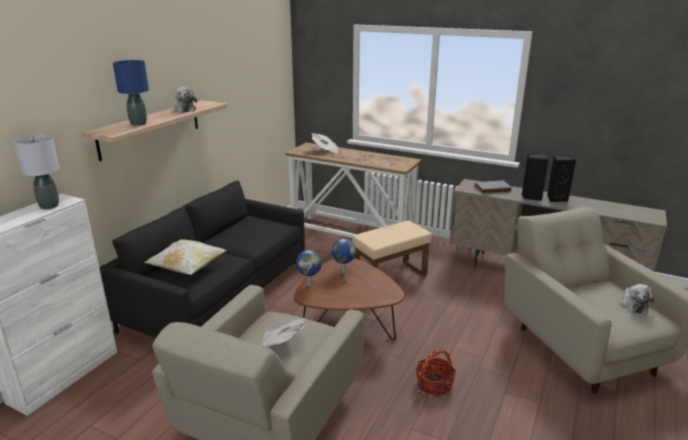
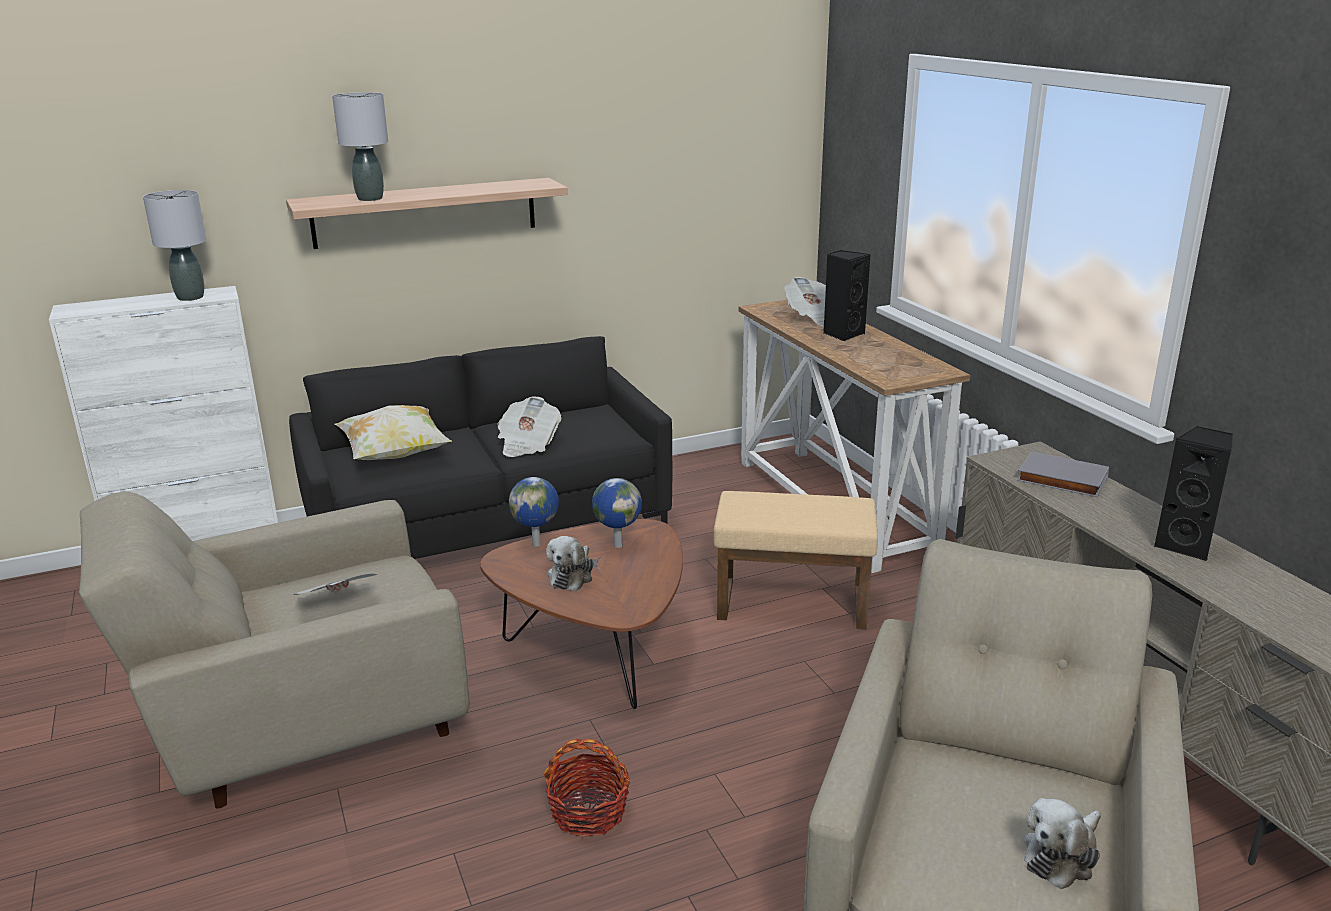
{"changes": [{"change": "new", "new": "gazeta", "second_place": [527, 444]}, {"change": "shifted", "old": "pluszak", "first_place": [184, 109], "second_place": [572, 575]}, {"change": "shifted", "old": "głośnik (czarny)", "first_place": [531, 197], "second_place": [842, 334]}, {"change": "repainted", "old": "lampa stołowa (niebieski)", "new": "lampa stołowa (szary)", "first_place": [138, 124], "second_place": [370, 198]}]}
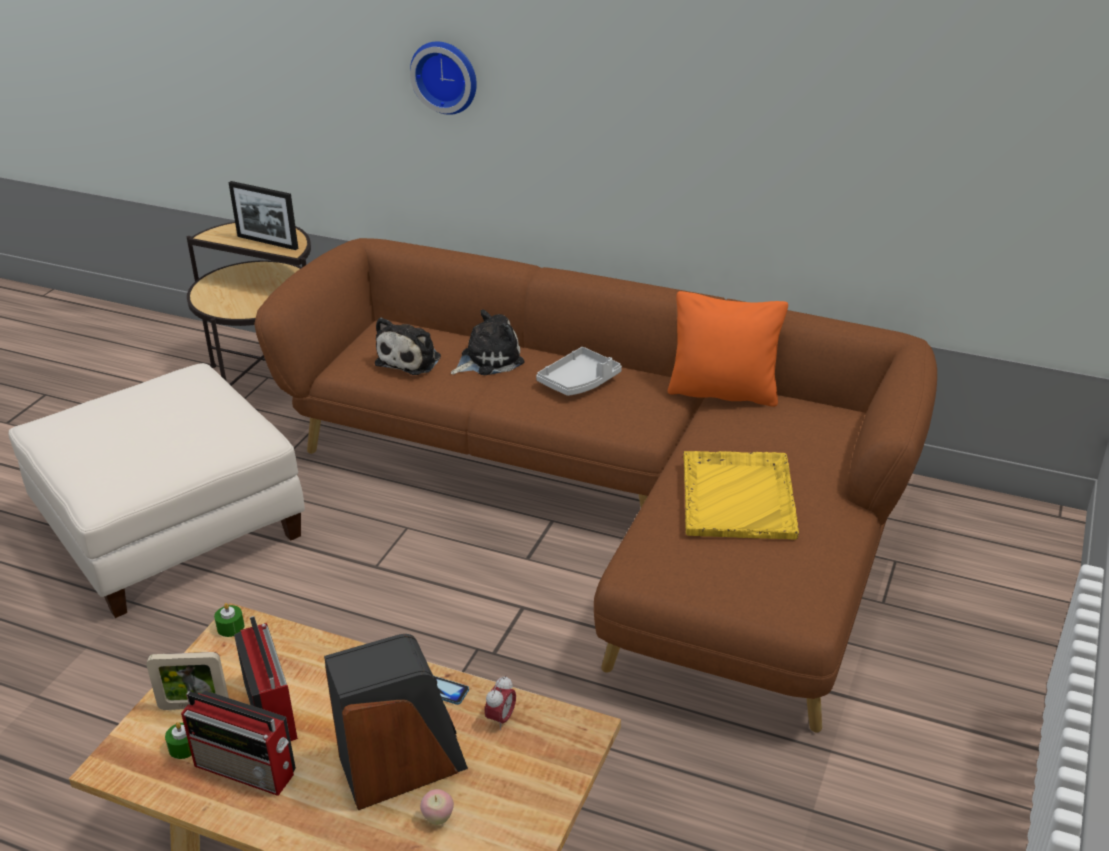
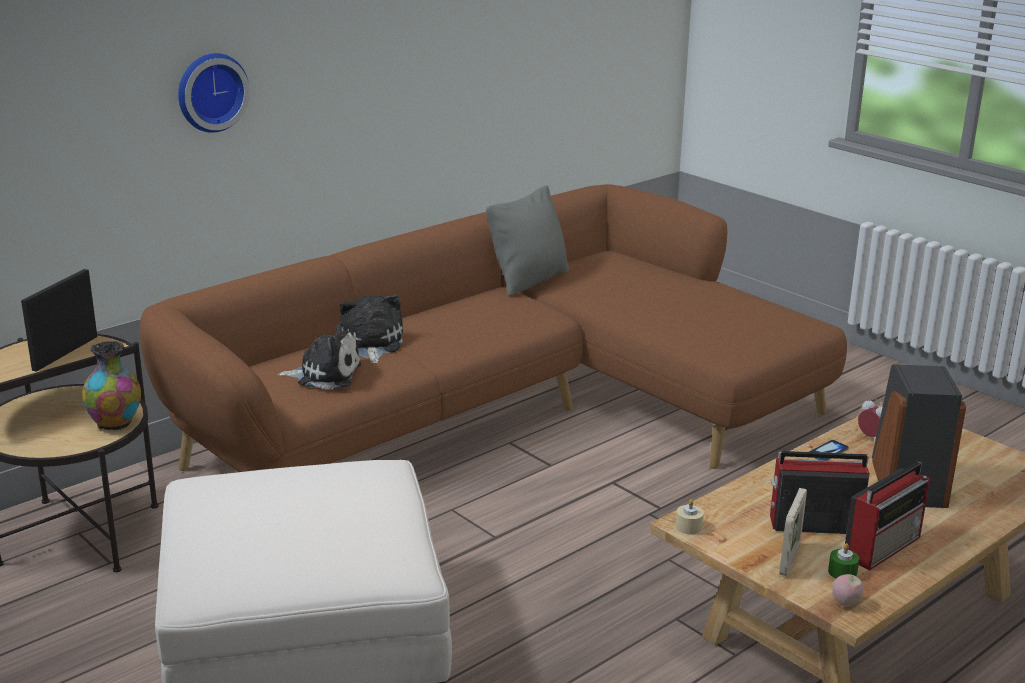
{"changes": [{"change": "gone", "old": "taca (szary)", "first_place": [579, 382]}, {"change": "gone", "old": "taca (żółty)", "first_place": [738, 496]}, {"change": "new", "new": "wazon", "second_place": [116, 424]}, {"change": "shifted", "old": "jabłko", "first_place": [438, 818], "second_place": [845, 603]}, {"change": "repainted", "old": "świeca (zielony)", "new": "świeca (beżowy)", "first_place": [230, 627], "second_place": [689, 527]}, {"change": "repainted", "old": "poduszka (pomarańczowy)", "new": "poduszka (szary)", "first_place": [723, 392], "second_place": [529, 281]}, {"change": "rotated", "old": "ramka na zdjęcie", "first_place": [267, 242], "second_place": [65, 353], "degrees": 150}, {"change": "rotated", "old": "pluszak", "first_place": [411, 359], "second_place": [325, 374], "degrees": -45}]}
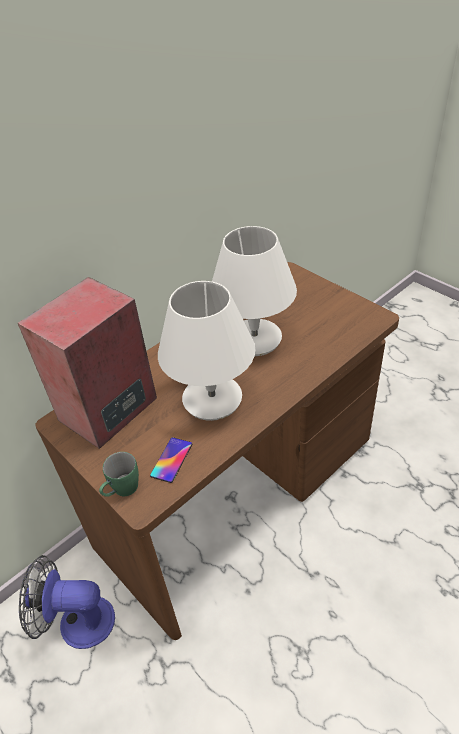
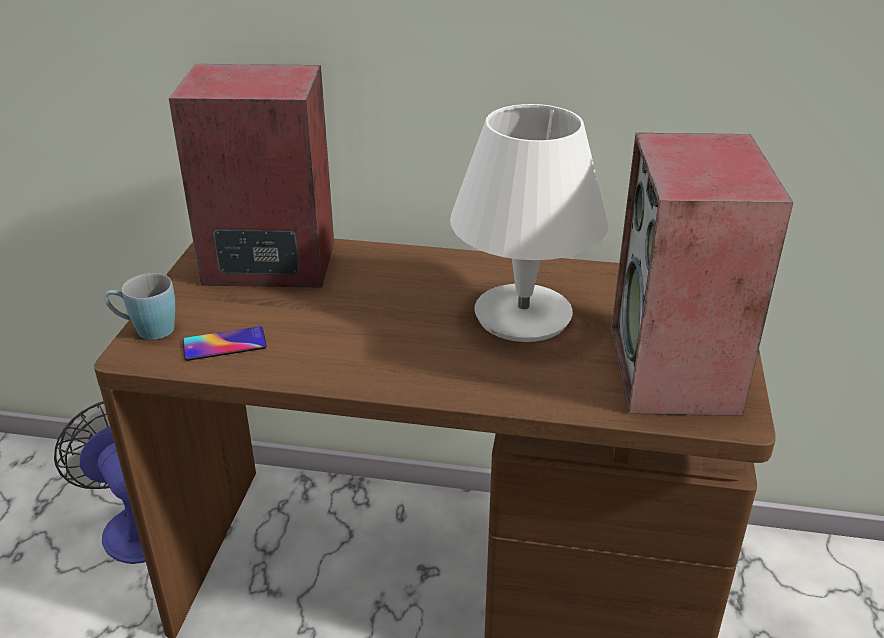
{"changes": [{"change": "gone", "old": "lampa stołowa (biały)", "first_place": [211, 398]}, {"change": "new", "new": "głośnik", "second_place": [675, 371]}, {"change": "repainted", "old": "kubek (zielony)", "new": "kubek (niebieski)", "first_place": [122, 491], "second_place": [146, 330]}]}
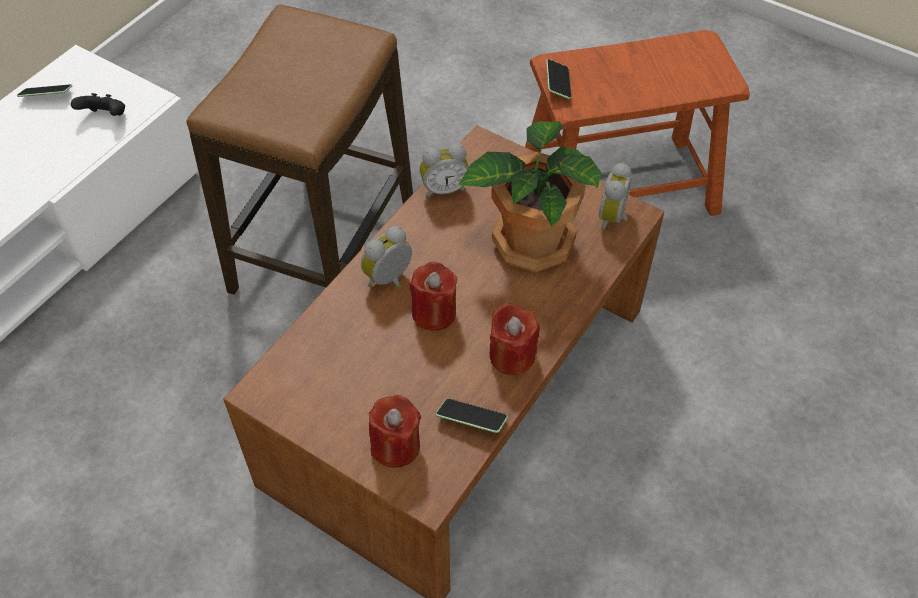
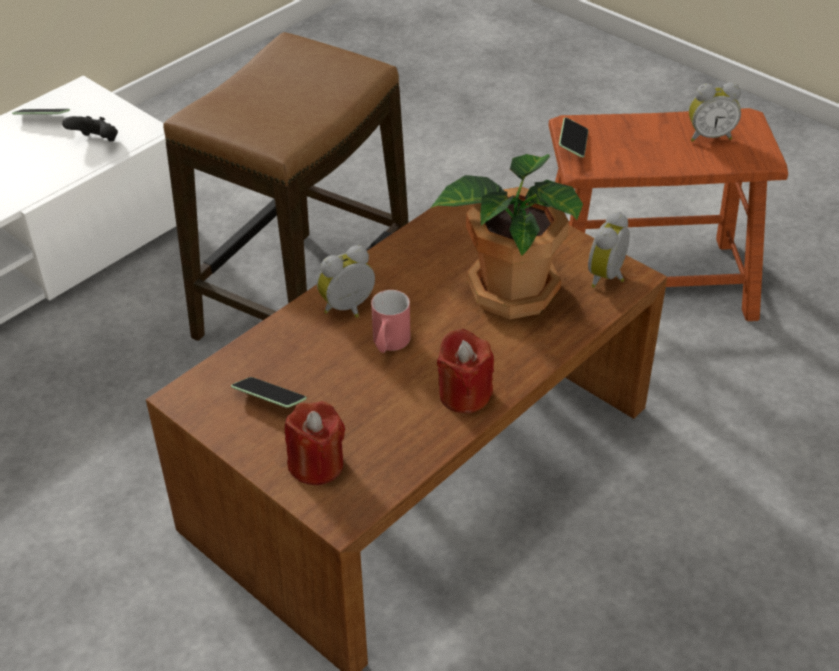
{"changes": [{"change": "shifted", "old": "budzik", "first_place": [444, 189], "second_place": [709, 136]}, {"change": "shifted", "old": "telefon", "first_place": [471, 420], "second_place": [269, 399]}, {"change": "swapped", "old": "świeca (czerwony)", "new": "kubek (czerwony)", "first_place": [434, 313], "second_place": [389, 345]}]}
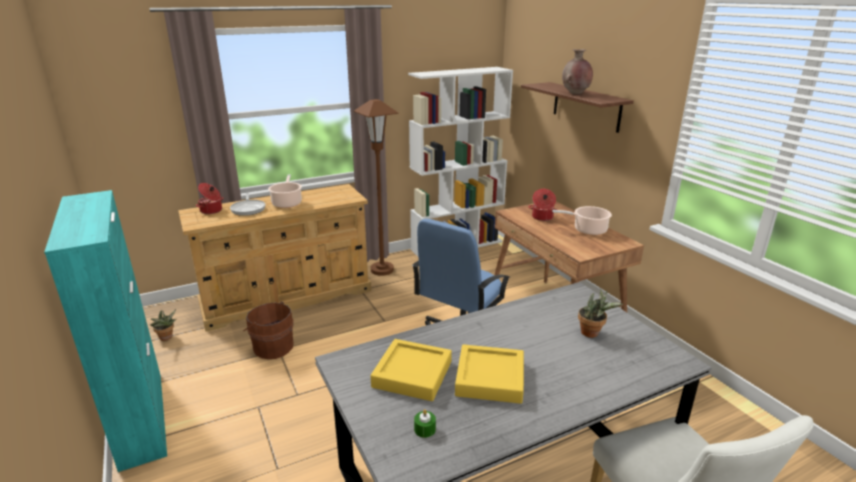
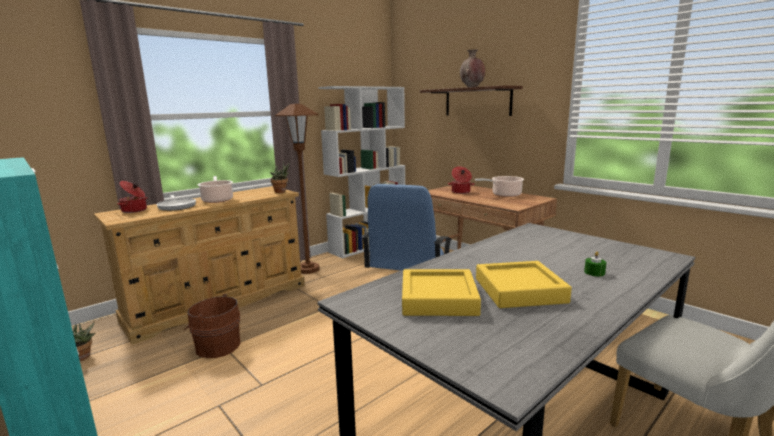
{"changes": [{"change": "shifted", "old": "świeca (zielony)", "first_place": [425, 429], "second_place": [594, 272]}, {"change": "shifted", "old": "roślina doniczkowa", "first_place": [592, 333], "second_place": [281, 192]}]}
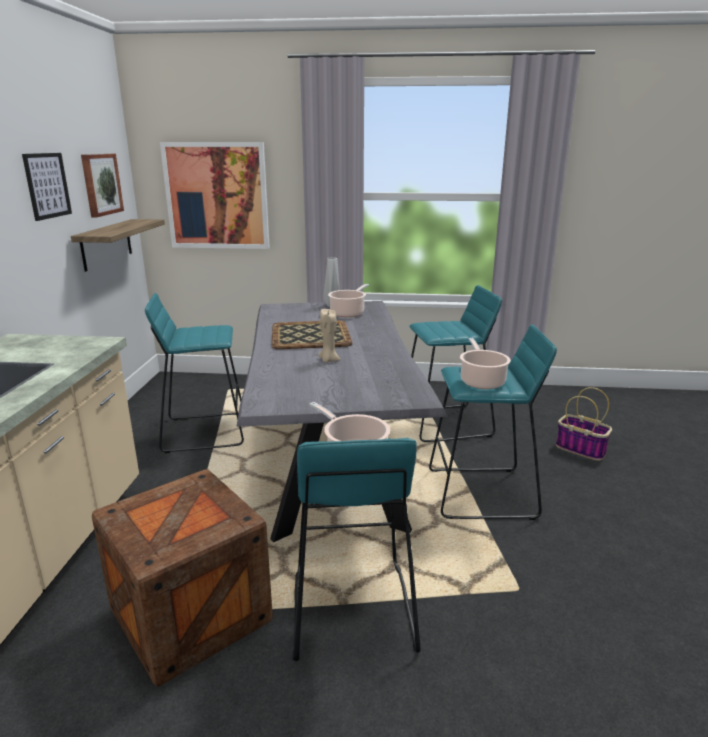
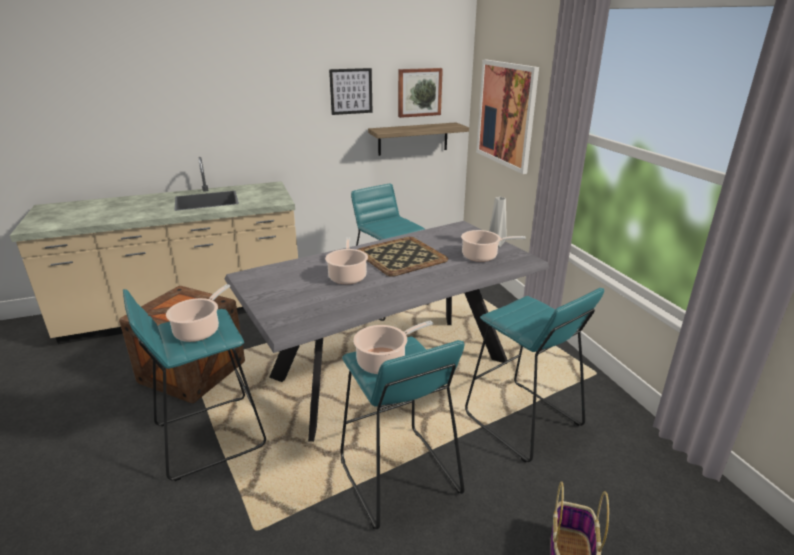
{"changes": [{"change": "swapped", "old": "świeca (beżowy)", "new": "garnek", "first_place": [328, 360], "second_place": [347, 276]}]}
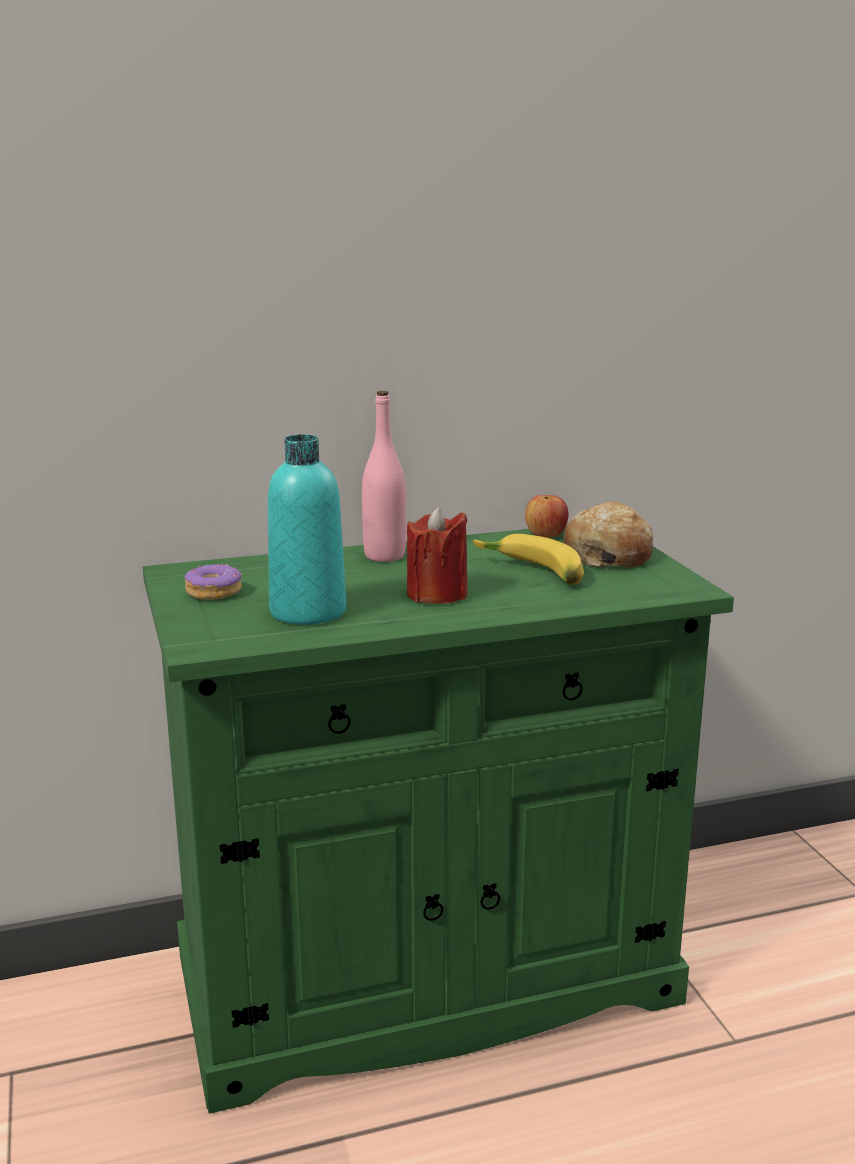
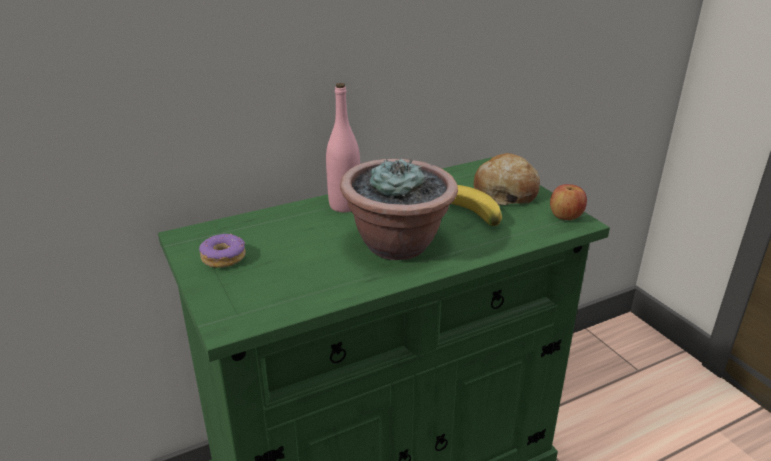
{"changes": [{"change": "gone", "old": "butelka (turkusowy)", "first_place": [308, 612]}, {"change": "shifted", "old": "jabłko", "first_place": [546, 535], "second_place": [565, 217]}, {"change": "swapped", "old": "świeca (czerwony)", "new": "roślina doniczkowa", "first_place": [437, 594], "second_place": [398, 244]}]}
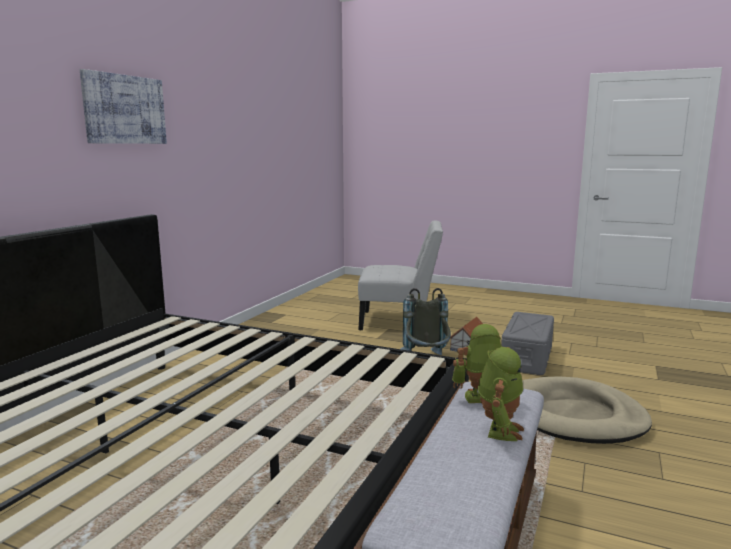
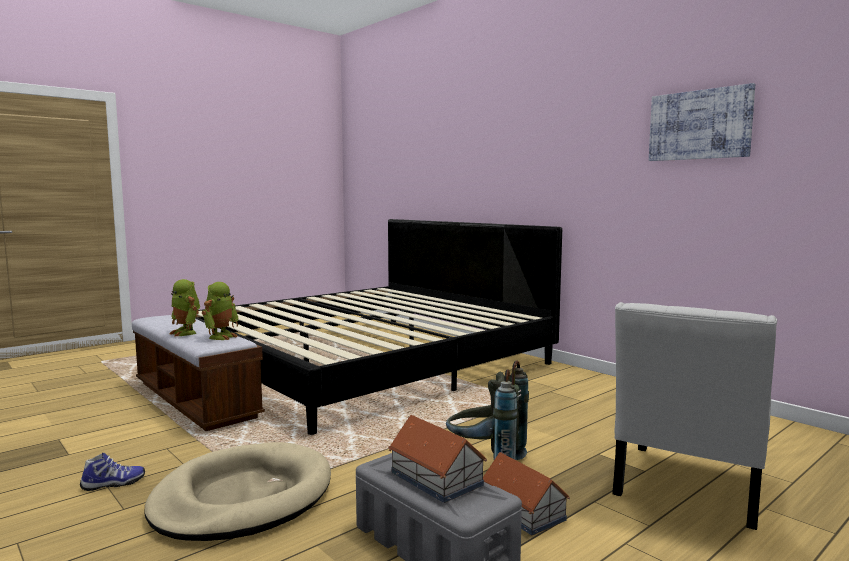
{"changes": [{"change": "new", "new": "but", "second_place": [113, 484]}, {"change": "new", "new": "domek", "second_place": [436, 479]}, {"change": "shifted", "old": "obraz", "first_place": [125, 109], "second_place": [699, 125]}]}
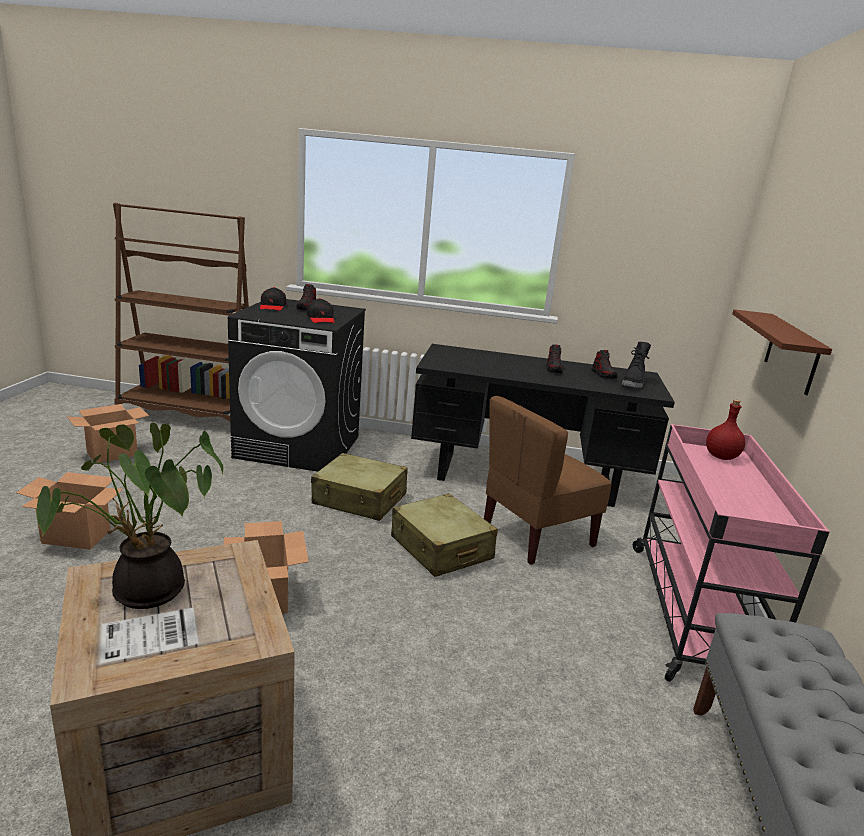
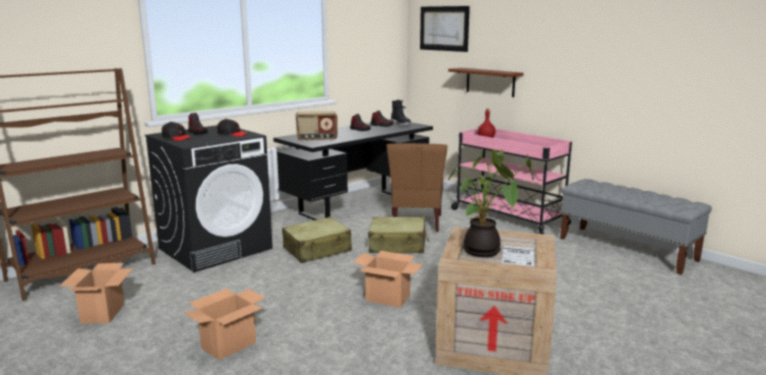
{"changes": [{"change": "new", "new": "radio", "second_place": [317, 140]}, {"change": "new", "new": "obraz", "second_place": [444, 28]}]}
